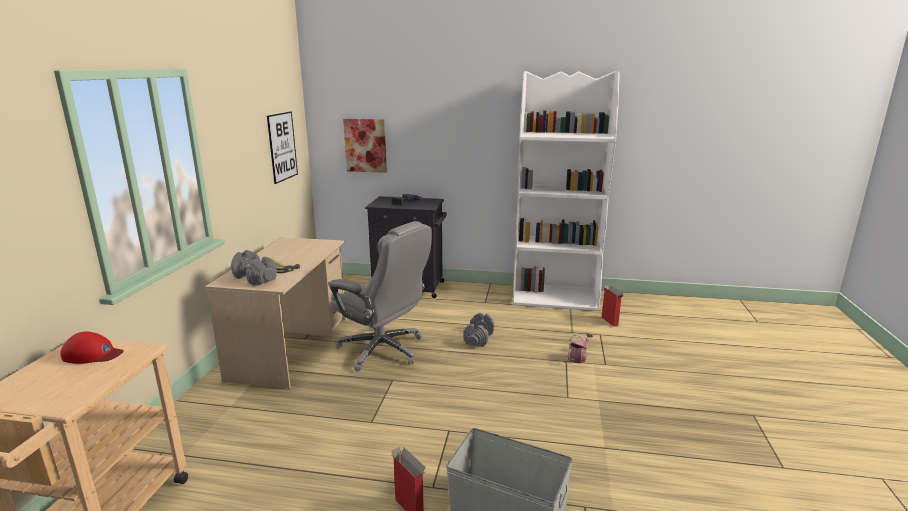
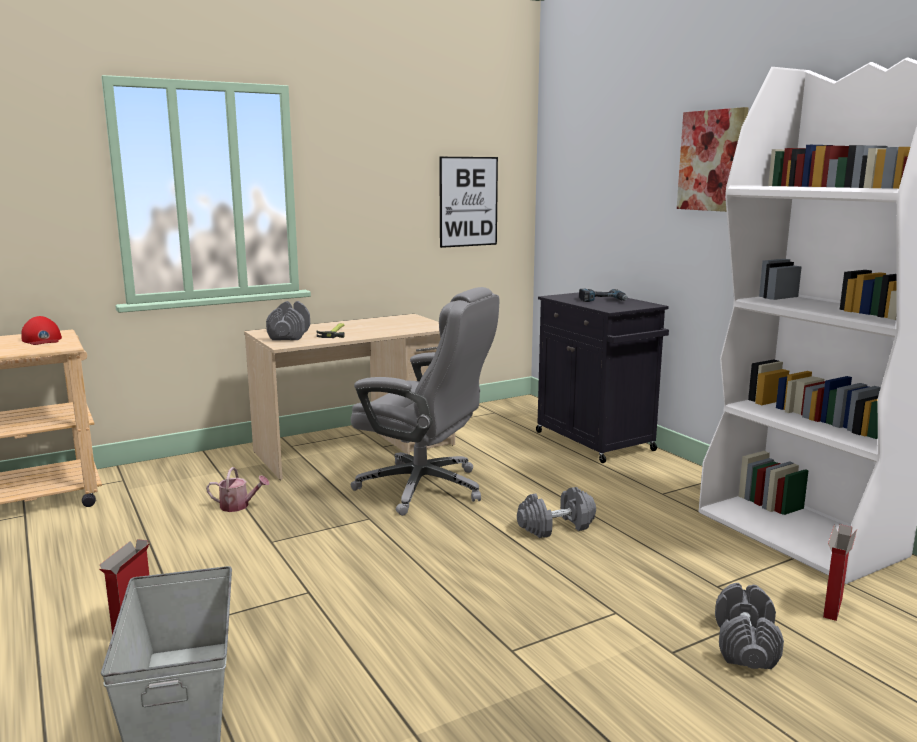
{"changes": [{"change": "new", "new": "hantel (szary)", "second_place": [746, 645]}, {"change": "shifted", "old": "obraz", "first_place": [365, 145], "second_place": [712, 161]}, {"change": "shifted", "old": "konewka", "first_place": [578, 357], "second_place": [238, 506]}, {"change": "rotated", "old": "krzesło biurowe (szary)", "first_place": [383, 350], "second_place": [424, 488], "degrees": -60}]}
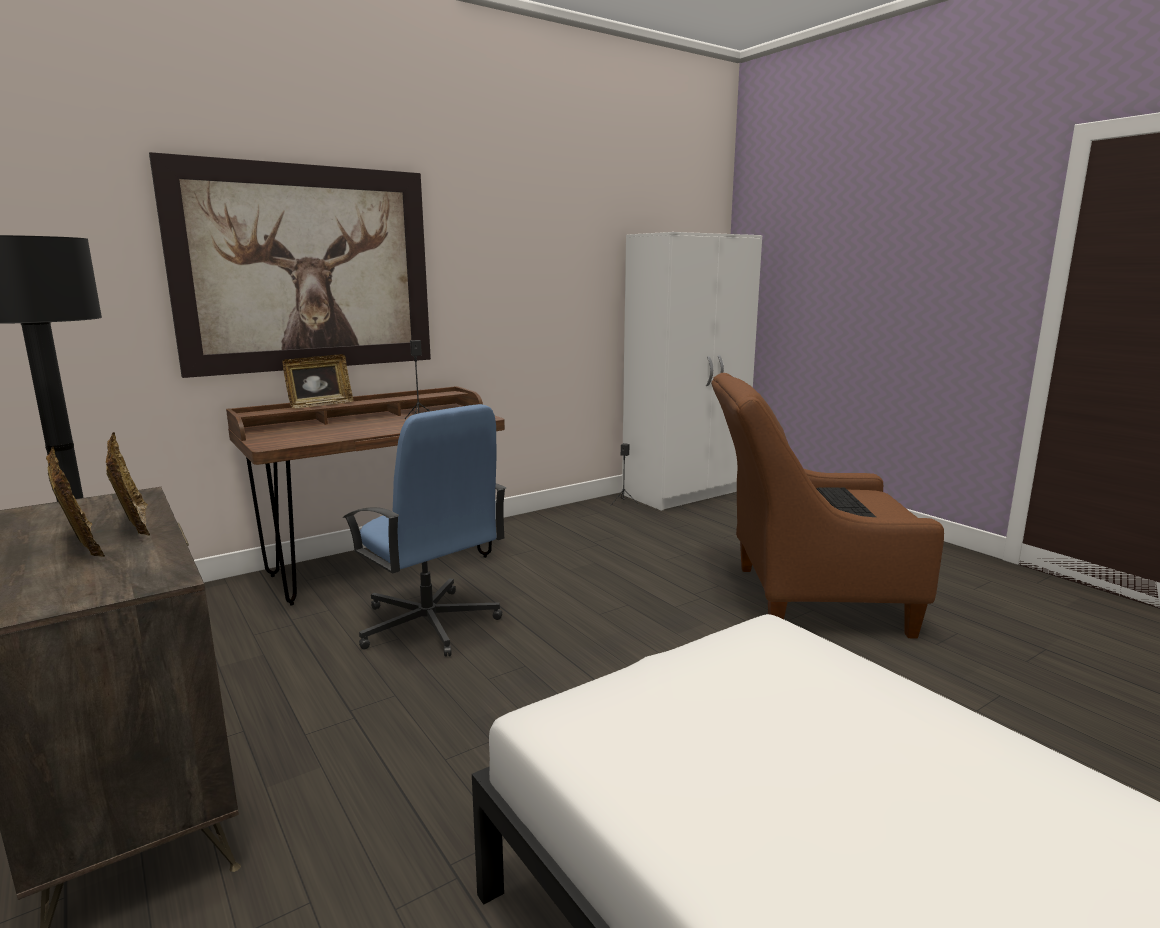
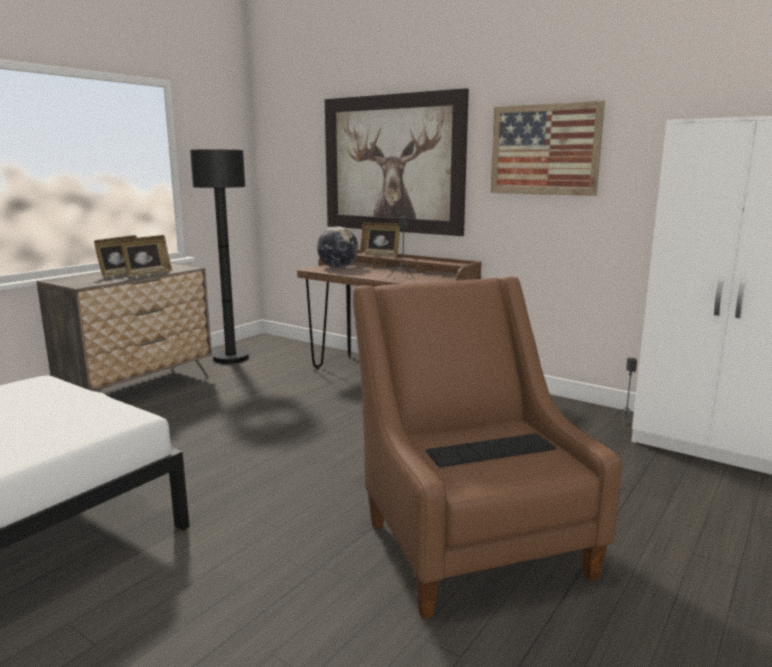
{"changes": [{"change": "gone", "old": "krzesło biurowe (niebieski)", "first_place": [428, 625]}, {"change": "new", "new": "globus", "second_place": [338, 267]}, {"change": "new", "new": "obraz", "second_place": [544, 150]}]}
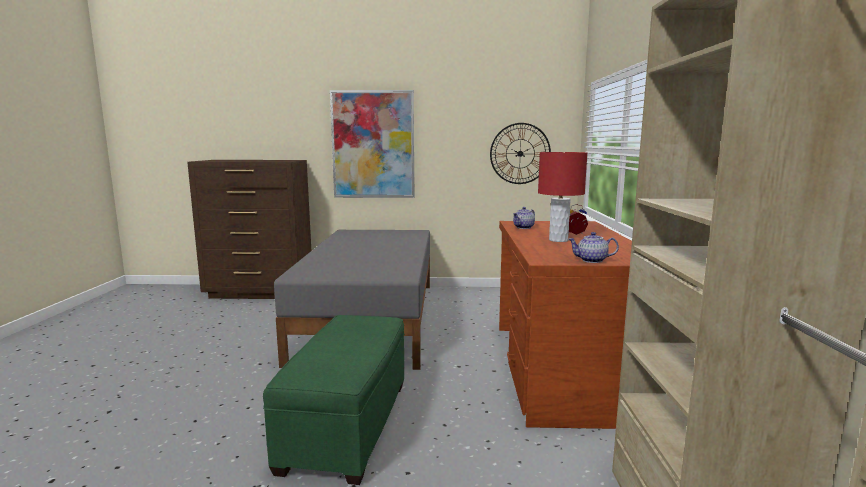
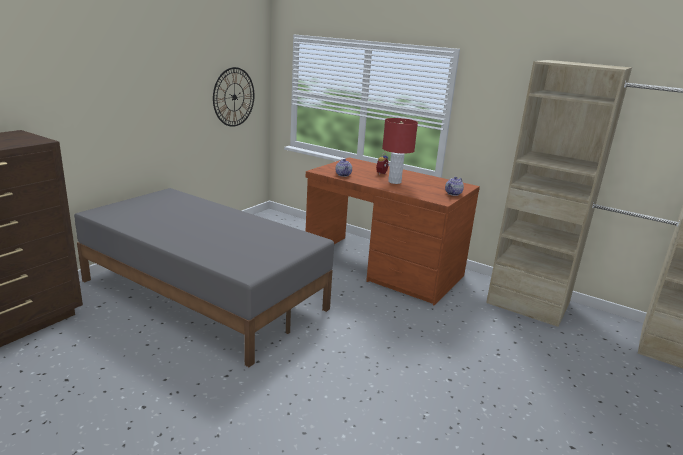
{"changes": [{"change": "gone", "old": "pufa (zielony)", "first_place": [348, 425]}, {"change": "gone", "old": "obraz", "first_place": [373, 145]}]}
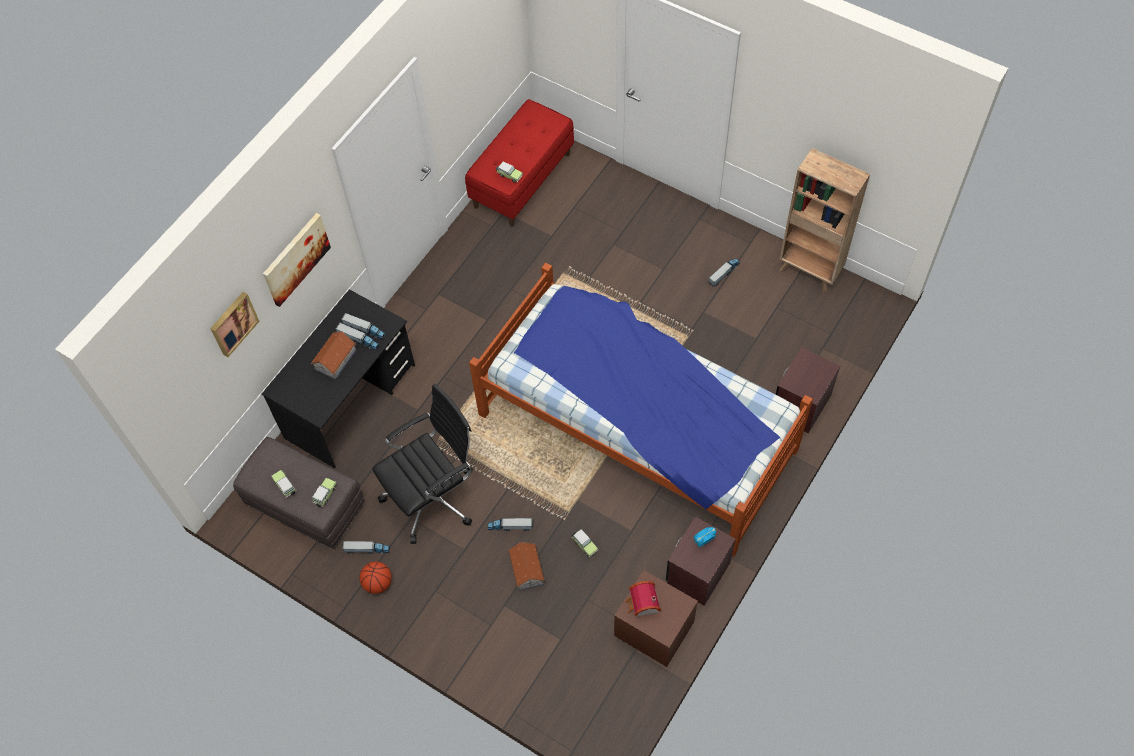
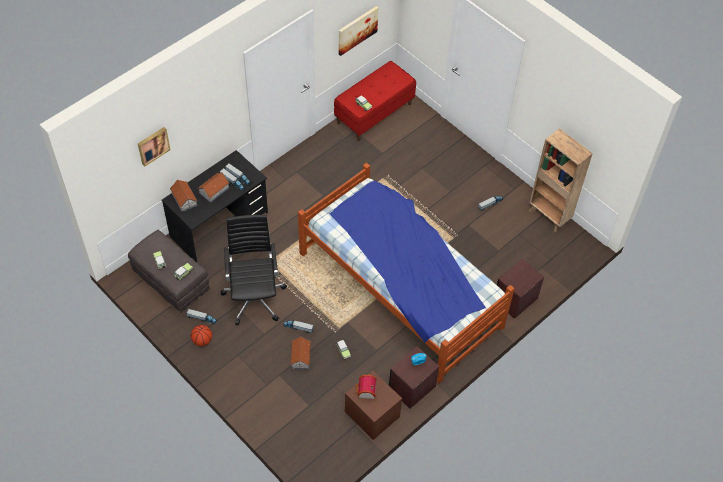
{"changes": [{"change": "new", "new": "domek", "second_place": [184, 199]}, {"change": "shifted", "old": "obraz", "first_place": [295, 259], "second_place": [357, 30]}, {"change": "rotated", "old": "krzesło biurowe (czarny)", "first_place": [433, 496], "second_place": [254, 296], "degrees": -75}]}
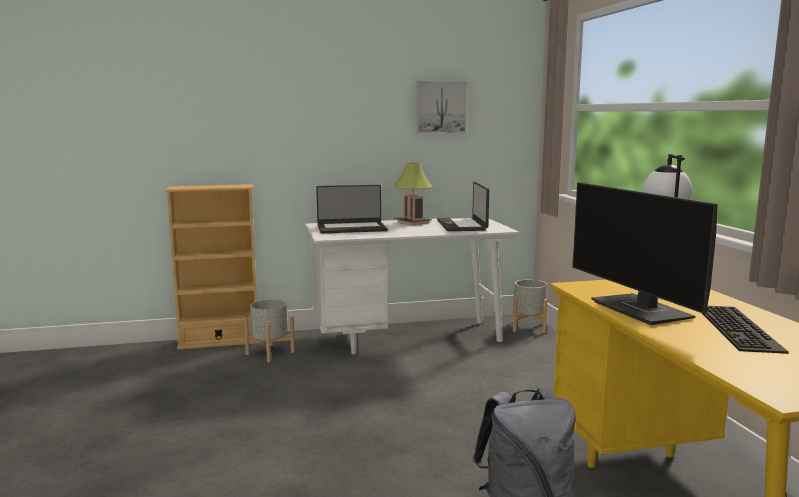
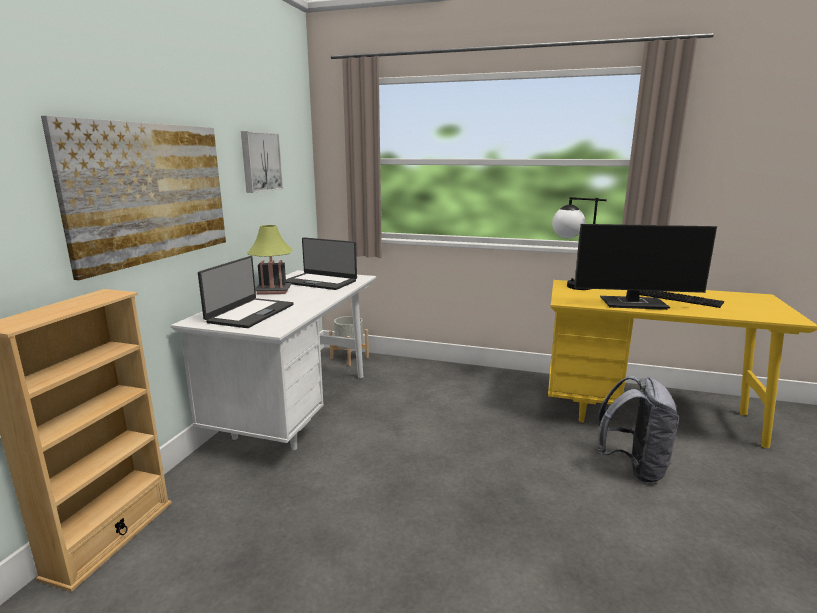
{"changes": [{"change": "gone", "old": "donica (szary)", "first_place": [270, 353]}, {"change": "new", "new": "obraz", "second_place": [151, 192]}]}
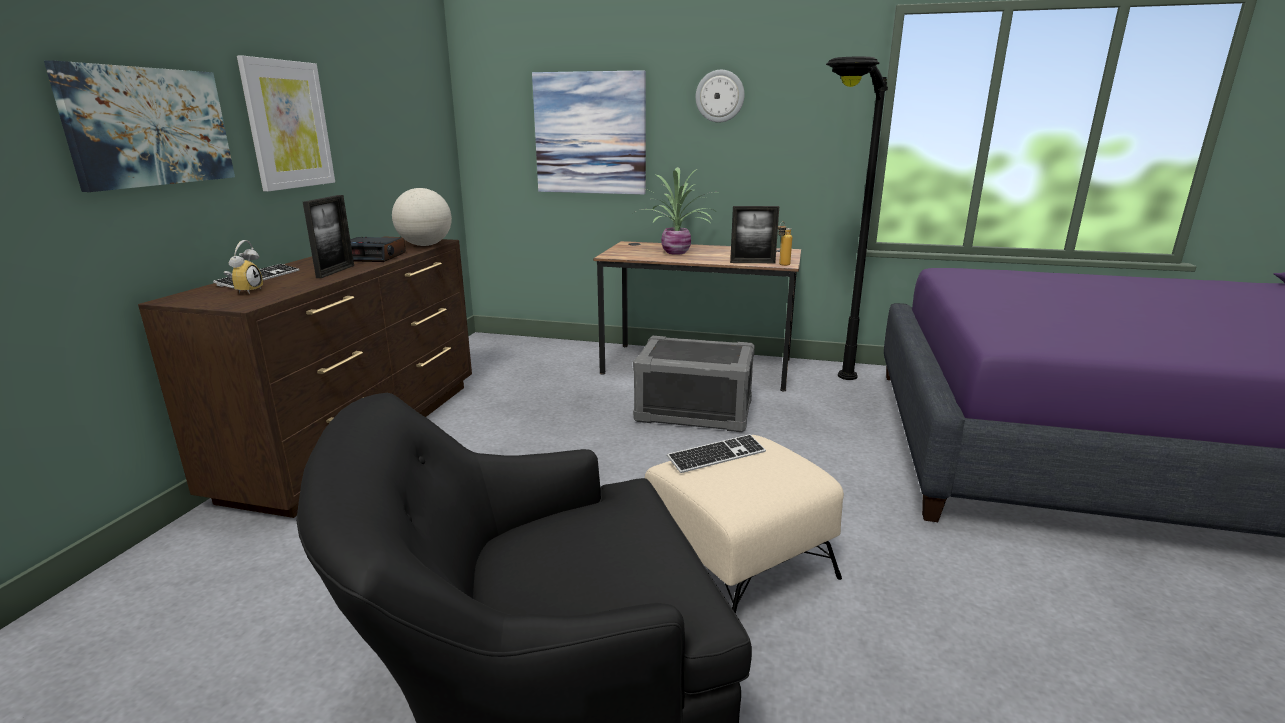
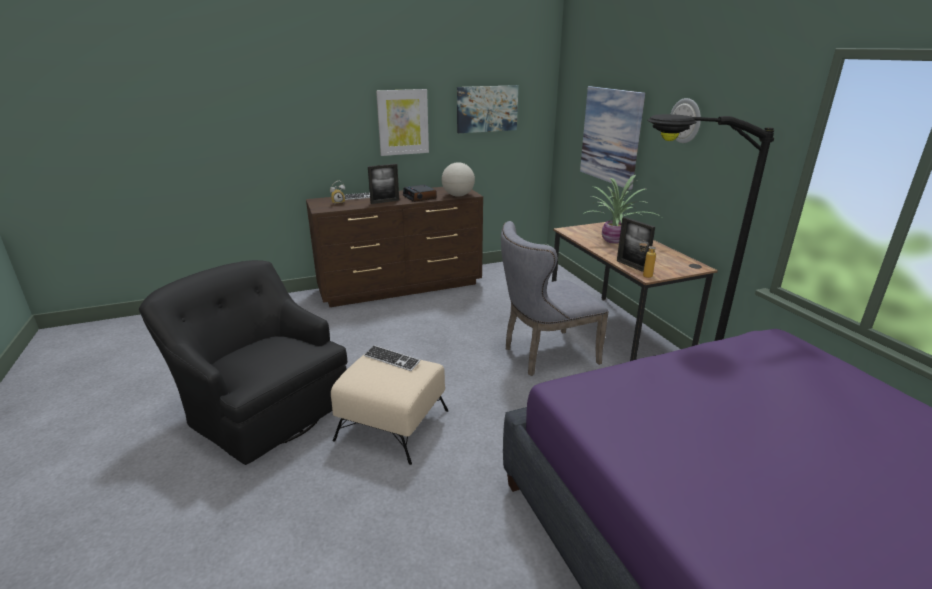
{"changes": [{"change": "shifted", "old": "obraz", "first_place": [149, 127], "second_place": [487, 109]}, {"change": "swapped", "old": "pojemnik do przechowywania (szary)", "new": "krzesło (szary)", "first_place": [693, 411], "second_place": [544, 355]}]}
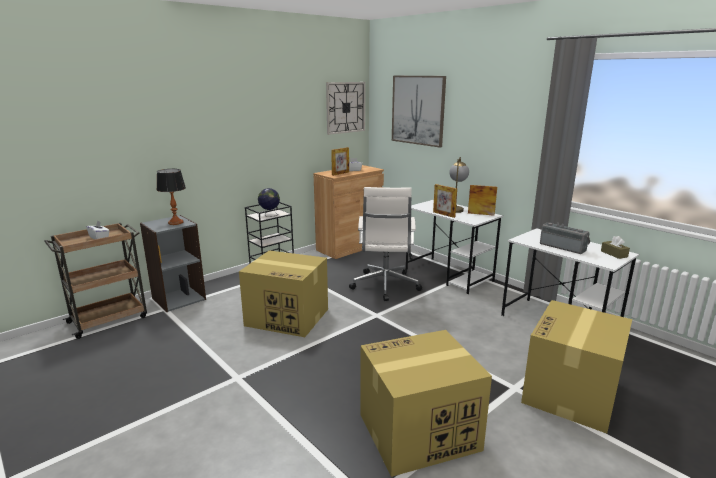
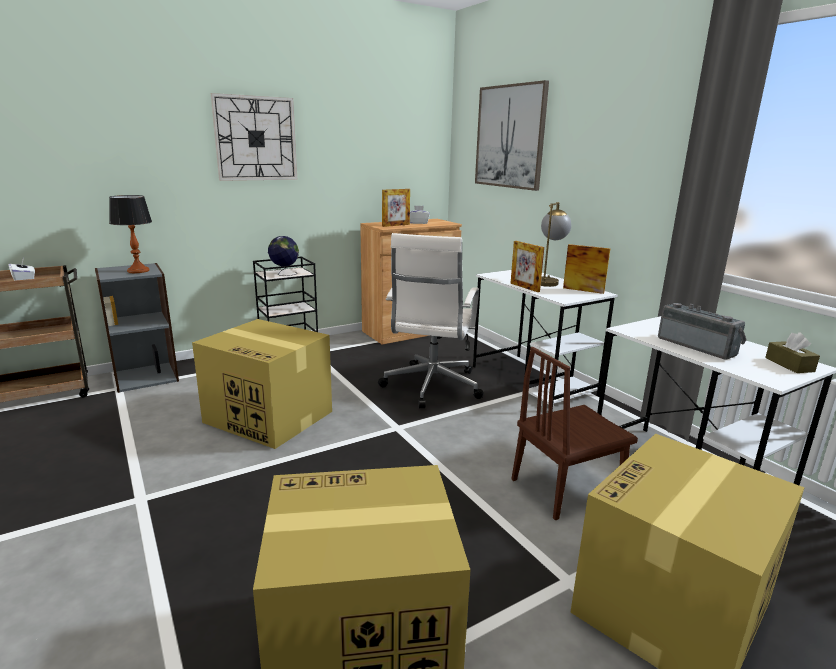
{"changes": [{"change": "new", "new": "krzesło (brązowy)", "second_place": [566, 488]}, {"change": "shifted", "old": "zegar ścienny", "first_place": [345, 107], "second_place": [256, 138]}]}
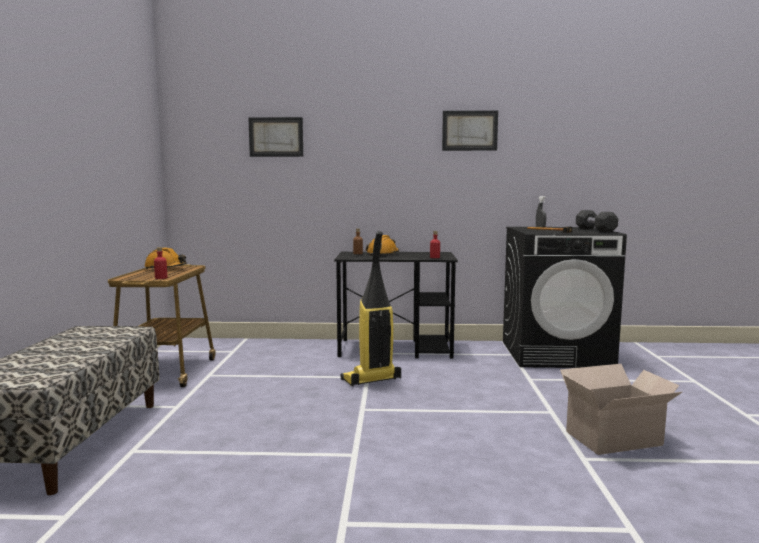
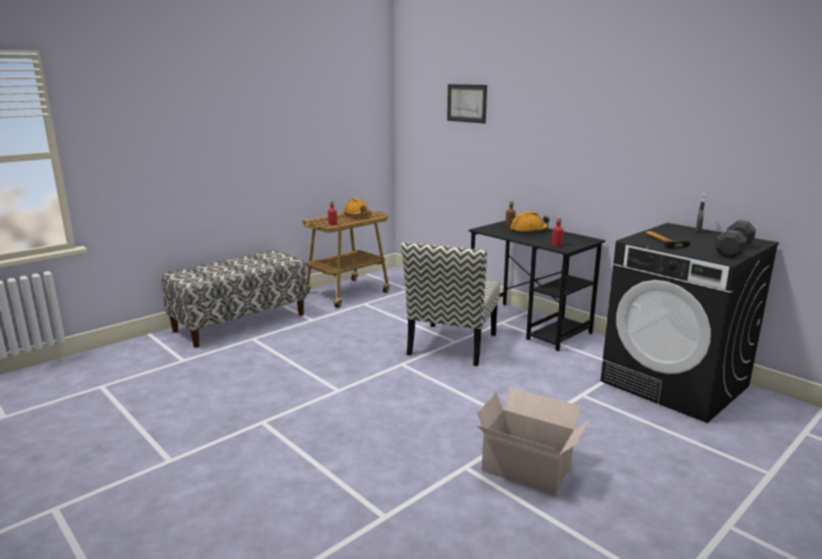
{"changes": [{"change": "gone", "old": "obraz", "first_place": [469, 130]}, {"change": "swapped", "old": "odkurzacz", "new": "krzesło", "first_place": [371, 380], "second_place": [452, 345]}]}
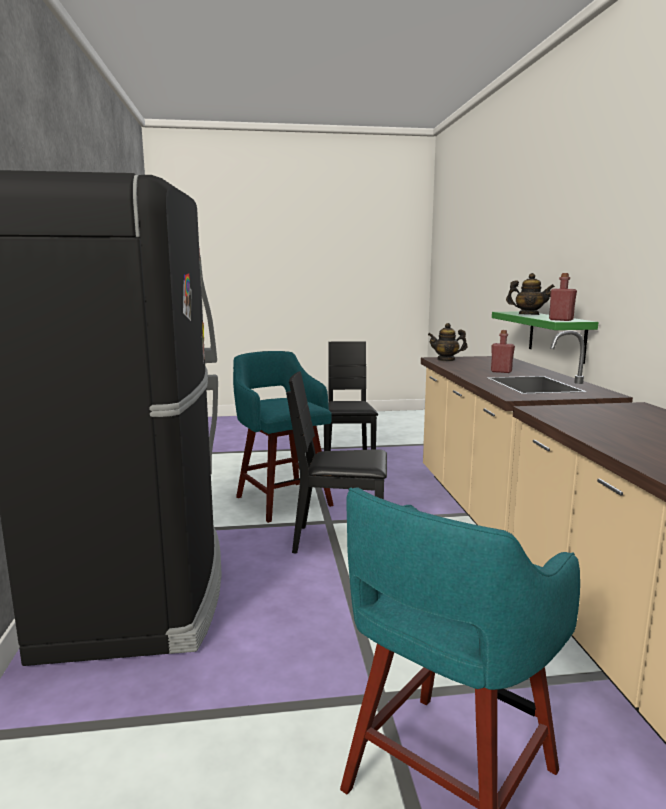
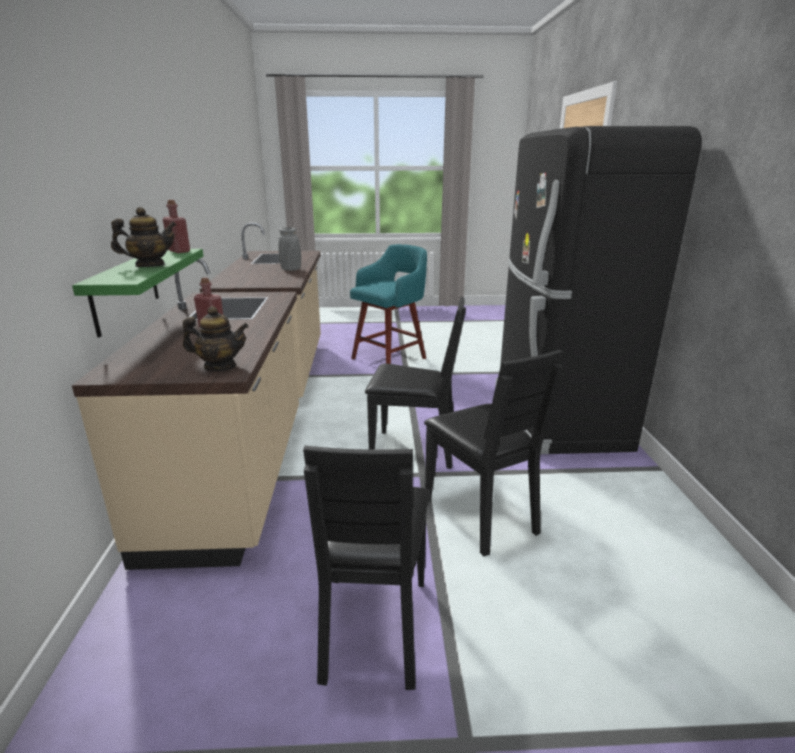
{"changes": [{"change": "new", "new": "wazon (szary)", "second_place": [291, 270]}, {"change": "swapped", "old": "stołek (turkusowy)", "new": "krzesło (czarny)", "first_place": [282, 500], "second_place": [480, 514]}, {"change": "rotated", "old": "imbryk", "first_place": [528, 315], "second_place": [150, 266], "degrees": 135}]}
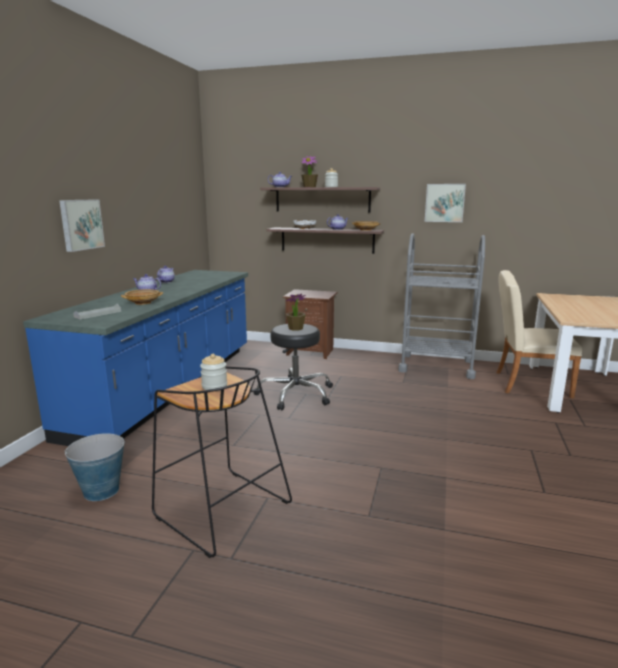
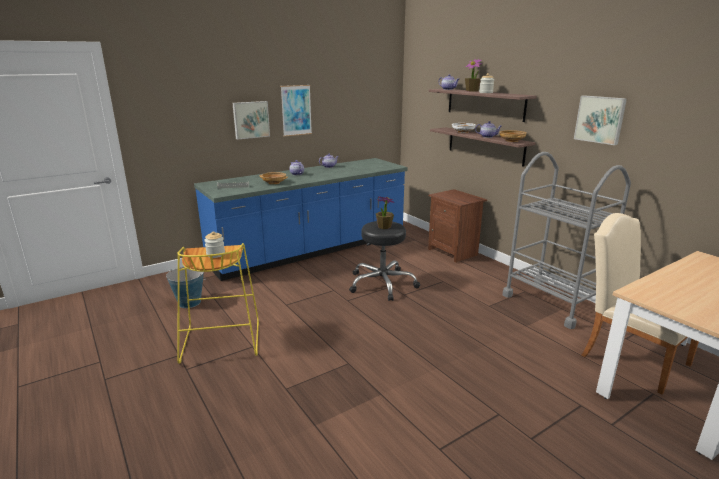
{"changes": [{"change": "new", "new": "obraz", "second_place": [296, 110]}, {"change": "repainted", "old": "stołek (czarny)", "new": "stołek (żółty)", "first_place": [220, 509], "second_place": [220, 340]}]}
